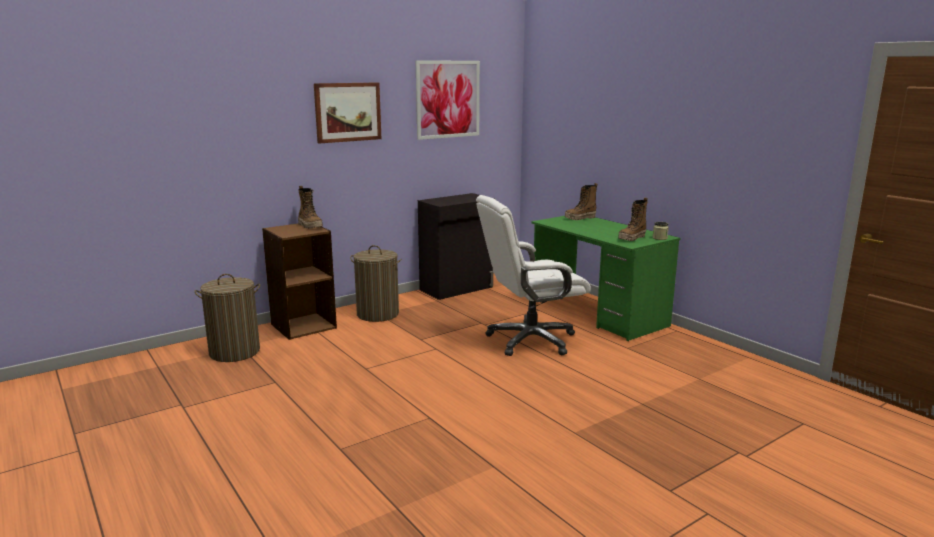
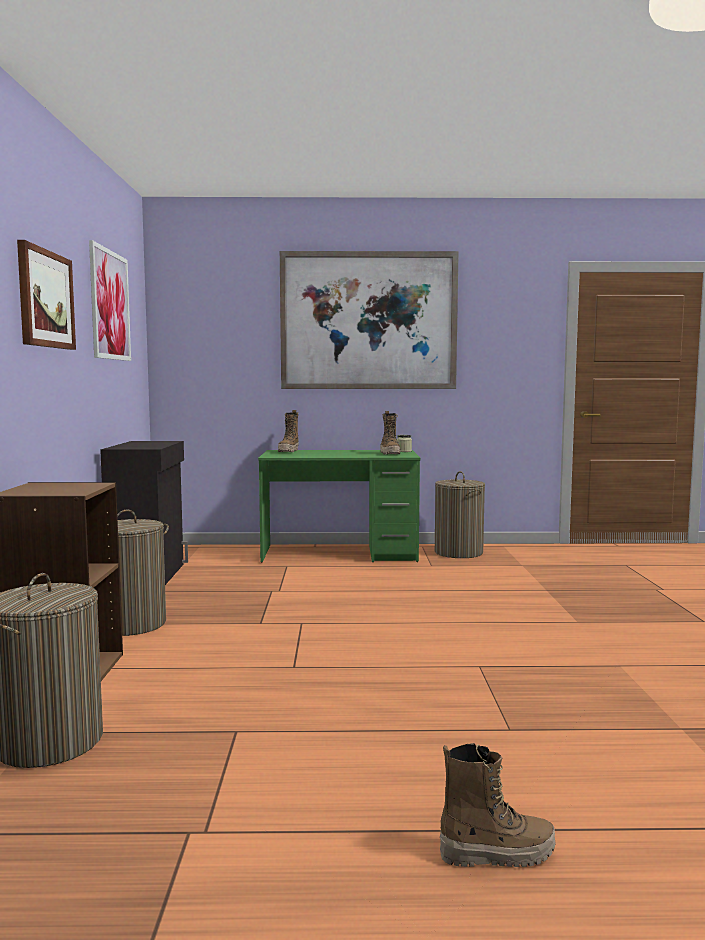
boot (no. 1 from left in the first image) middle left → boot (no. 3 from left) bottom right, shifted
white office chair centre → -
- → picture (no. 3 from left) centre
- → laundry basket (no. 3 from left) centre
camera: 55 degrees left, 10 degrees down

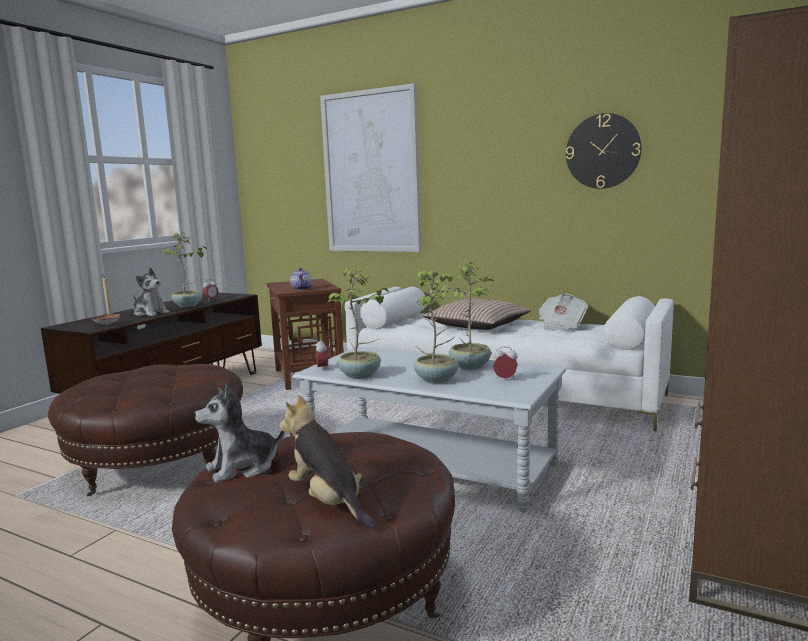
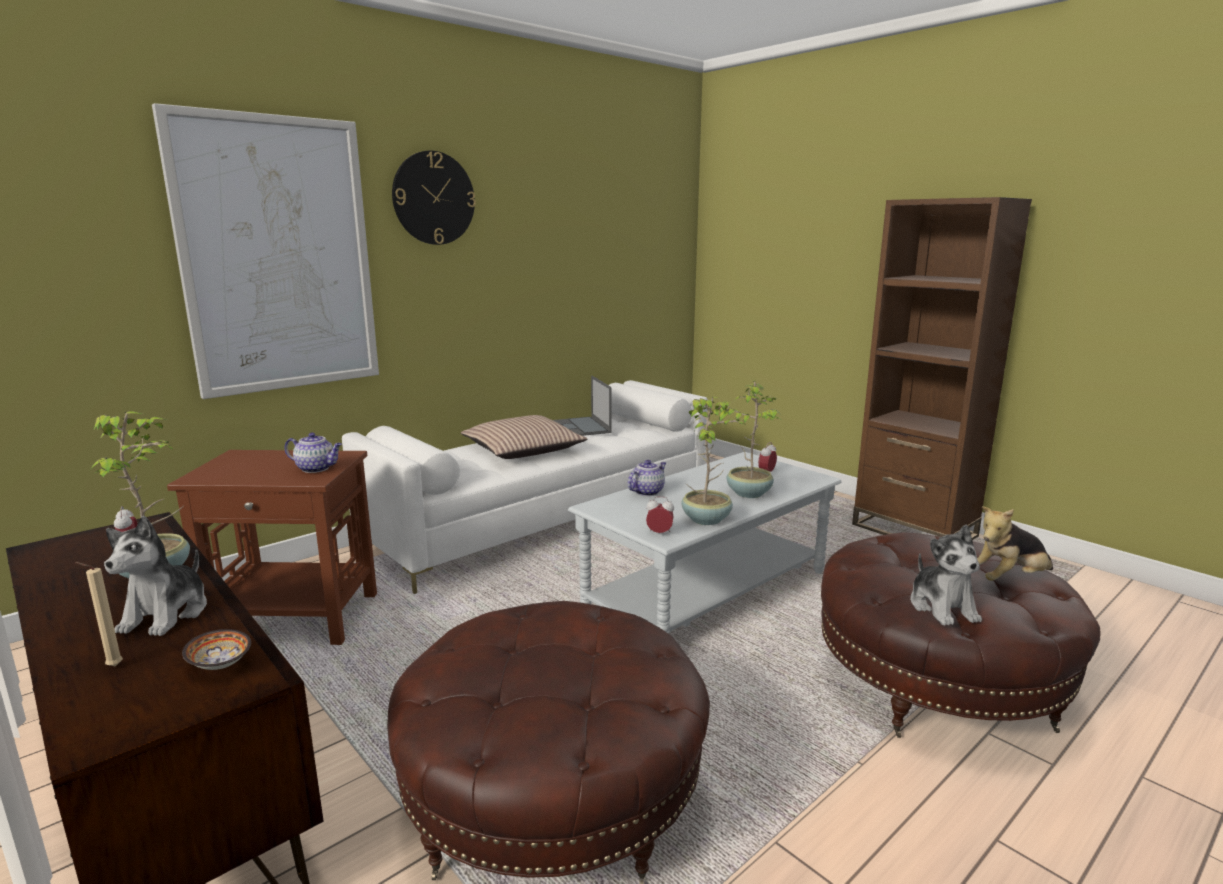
wall clock top right → wall clock top centre, shifted
potted plant (no. 4 from left) centre → -
plush toy (no. 1 from left) middle left, 135 degrees clockwise
newspaper middle right → laptop centre
- → teapot (no. 2 from left) centre
camera: 70 degrees left, 5 degrees up

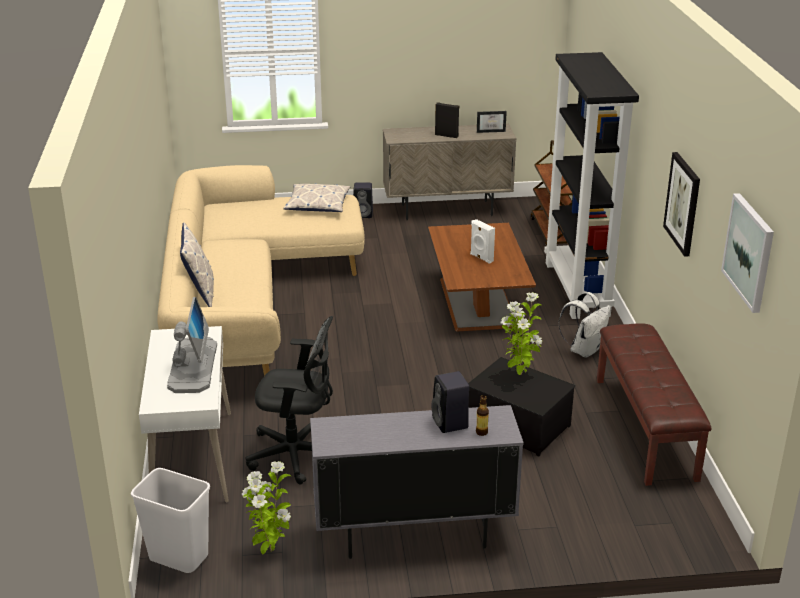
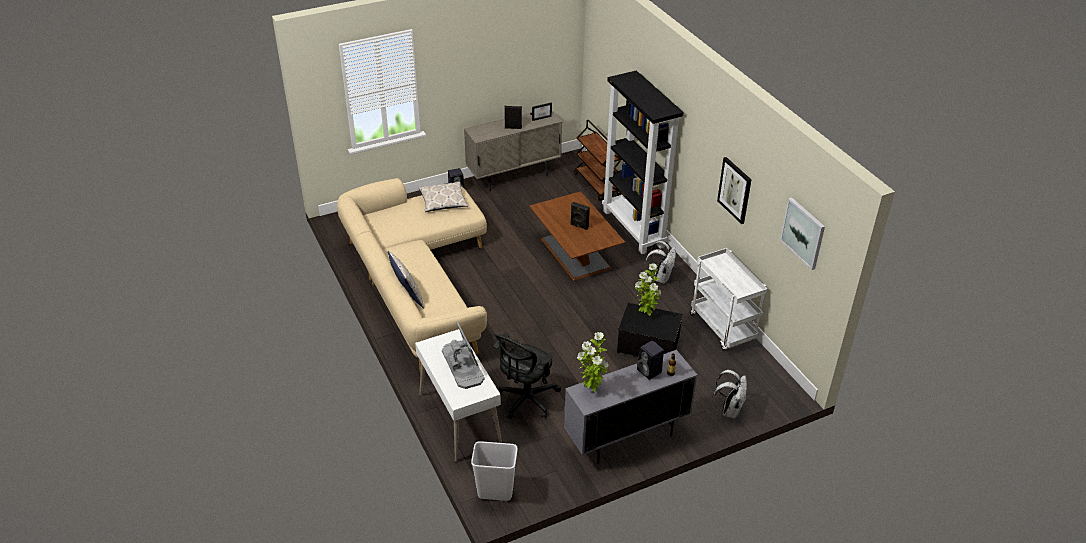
white speaker centre → black speaker (no. 3 from left) centre
black office chair bottom centre, 135 degrees clockwise
brown bench bottom right → white cart middle right
potted plant (no. 1 from left) bottom left → potted plant (no. 1 from left) bottom centre, shifted
- → white backpack (no. 2 from left) bottom right
camera: 20 degrees left, 10 degrees up

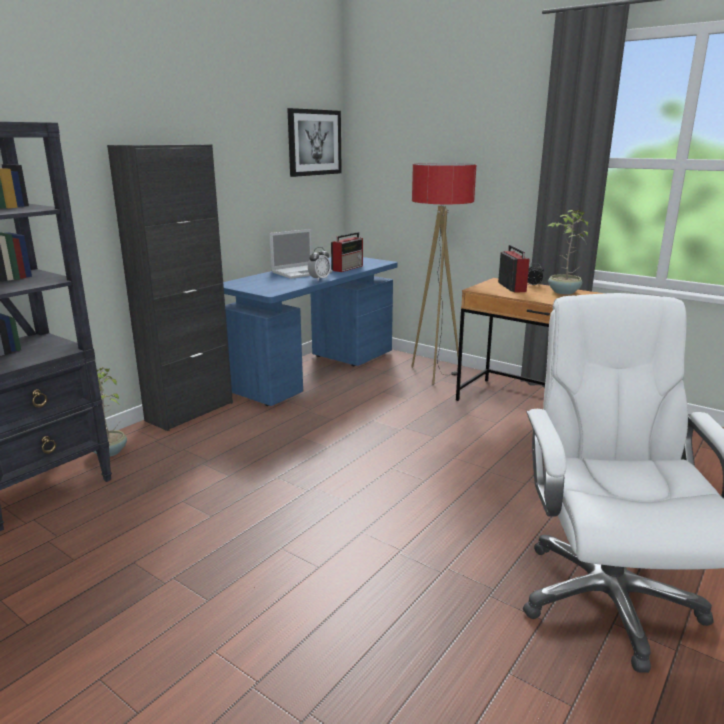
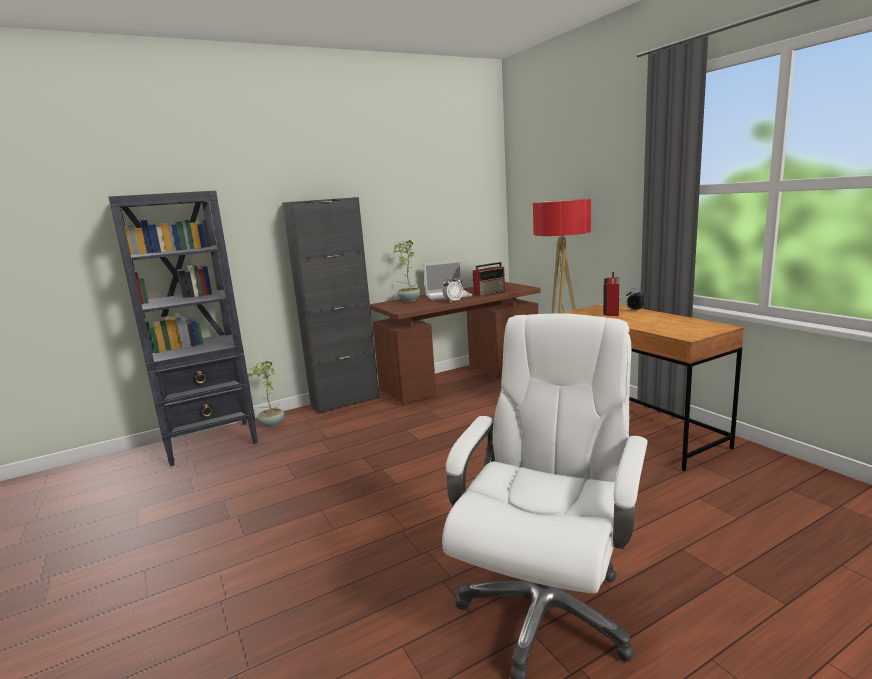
picture top centre → -
potted plant (no. 2 from left) middle right → potted plant (no. 2 from left) centre, shifted
blue desk centre → brown desk (no. 1 from left) centre
camera: 25 degrees right, 5 degrees down

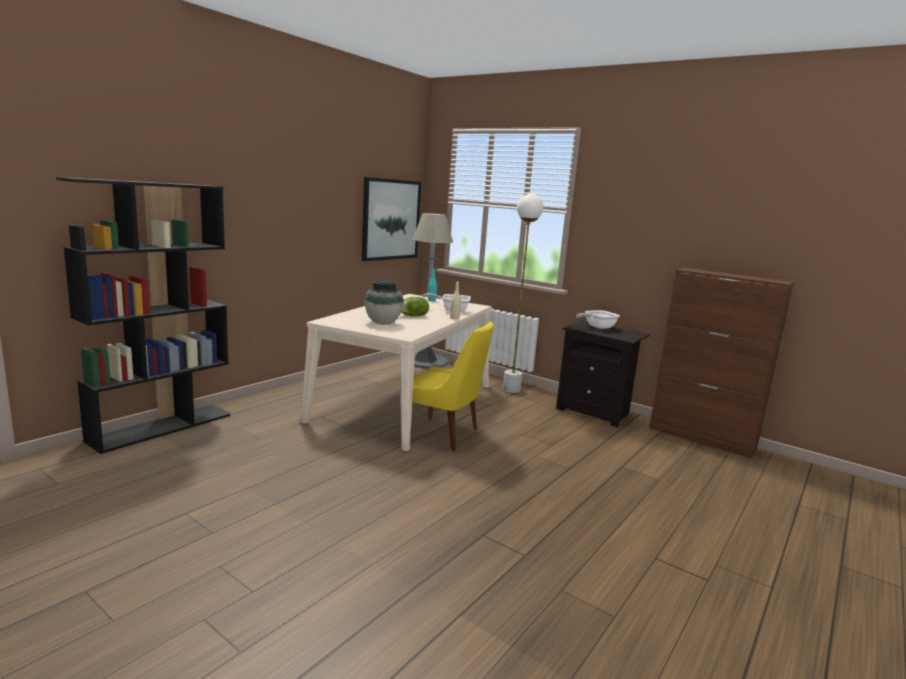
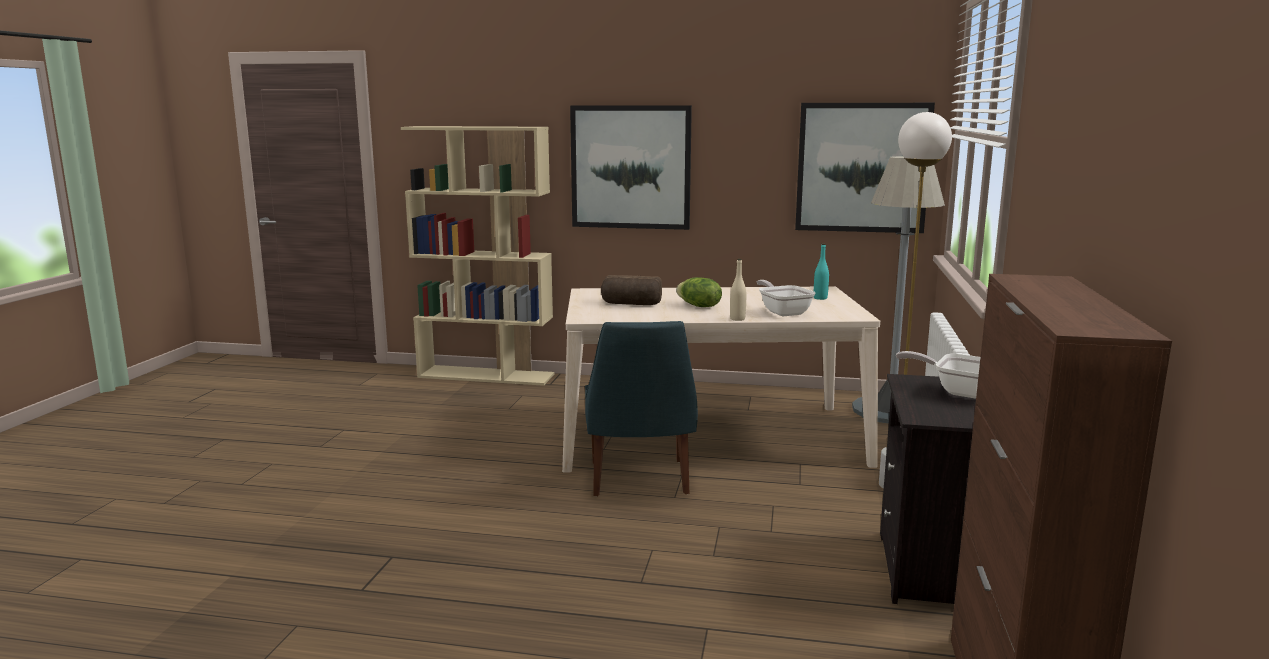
black bookcase middle left → beige bookcase centre
vase centre → bread centre
yellow chair centre → blue chair centre
- → picture (no. 1 from left) top centre
camera: 65 degrees right, 0 degrees up

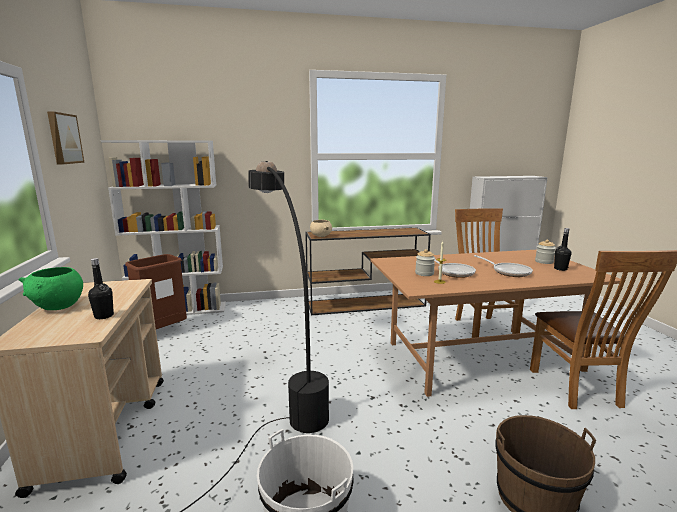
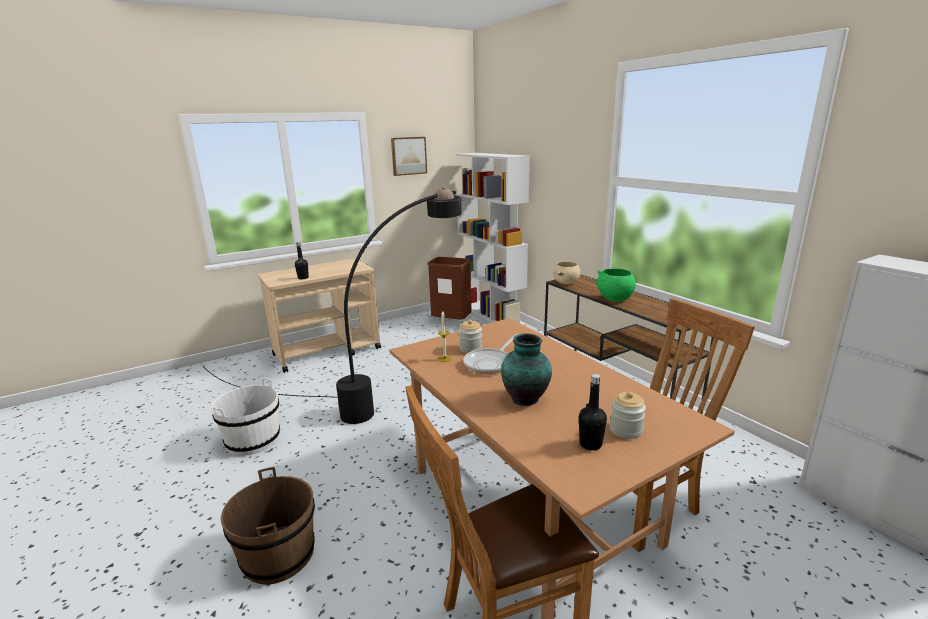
frying pan (no. 2 from left) middle right → vase centre
green bowl middle left → green bowl centre, shifted
camera: 70 degrees right, 5 degrees up

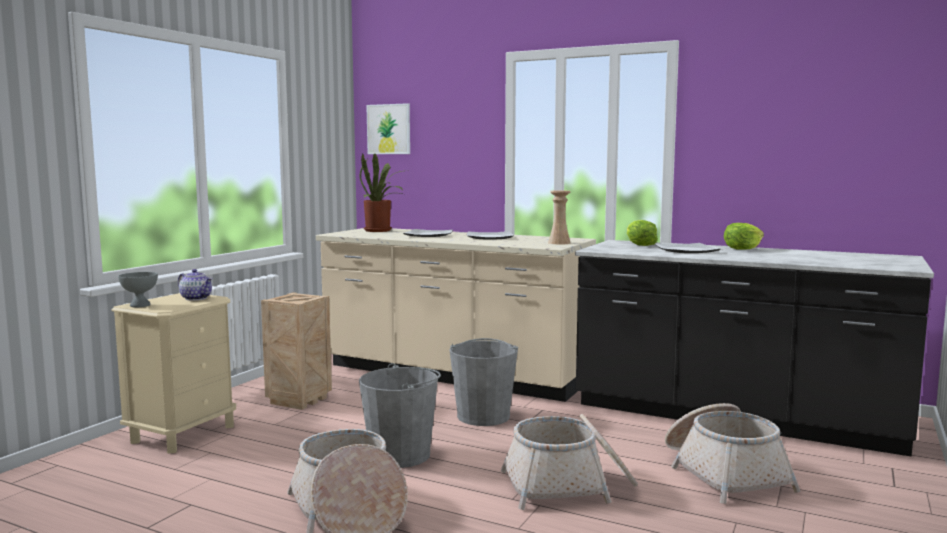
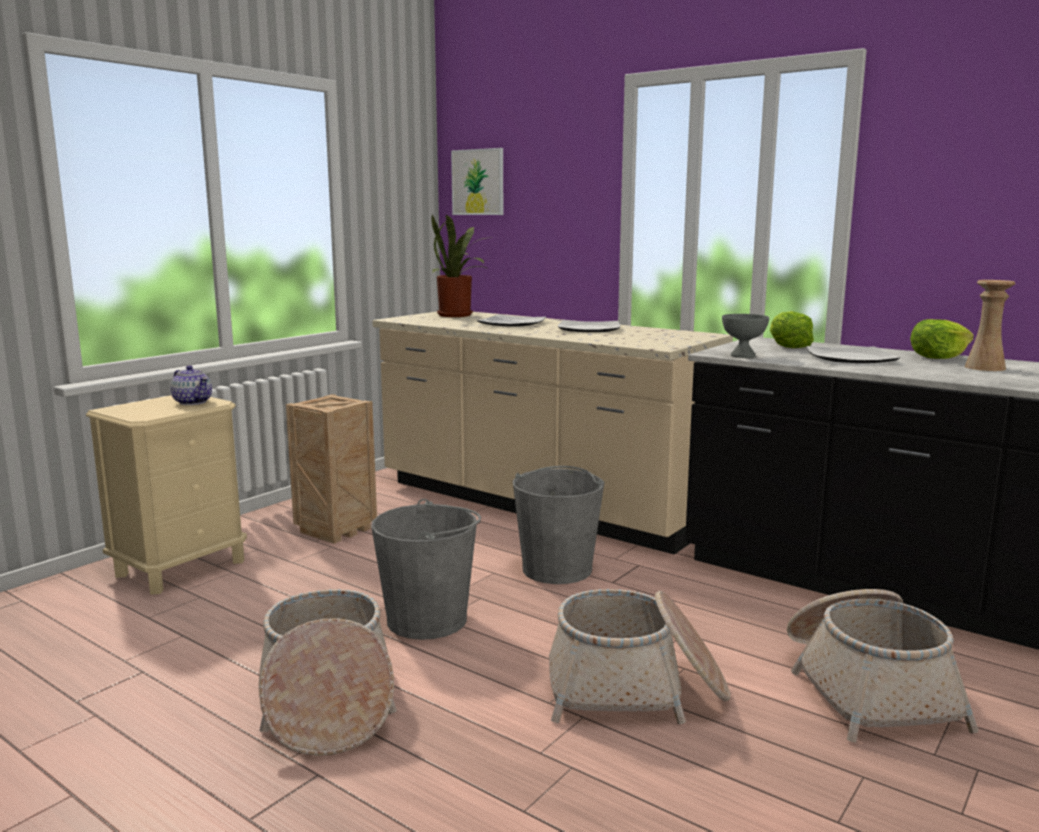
beige vase centre → beige vase middle right, shifted
grey bowl middle left → grey bowl middle right, shifted
camera: 10 degrees right, 5 degrees up

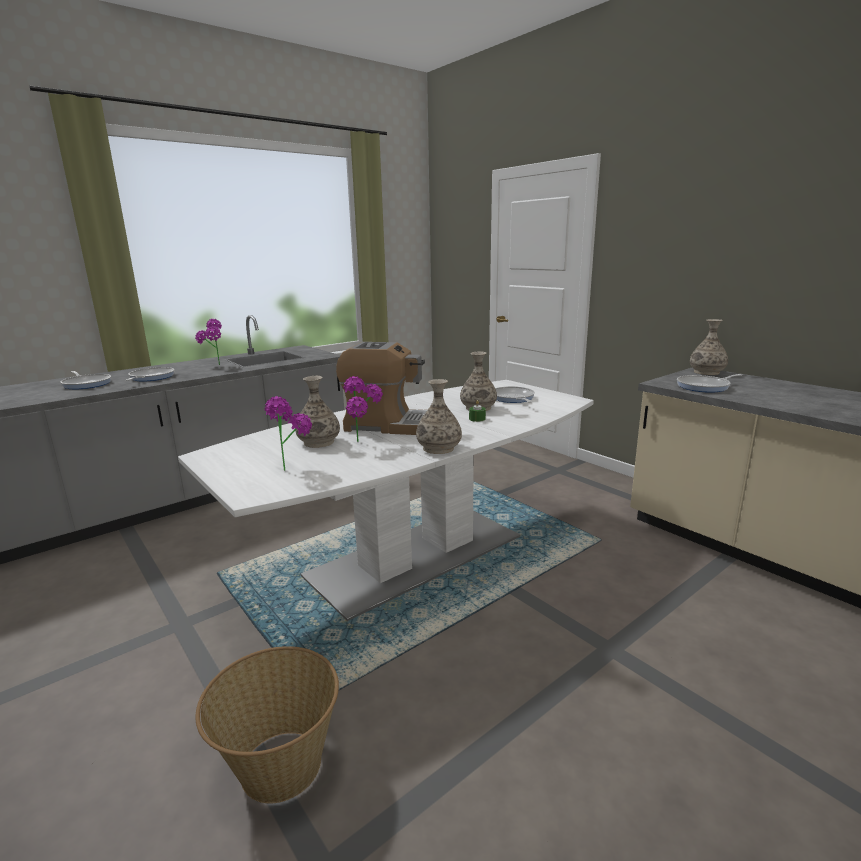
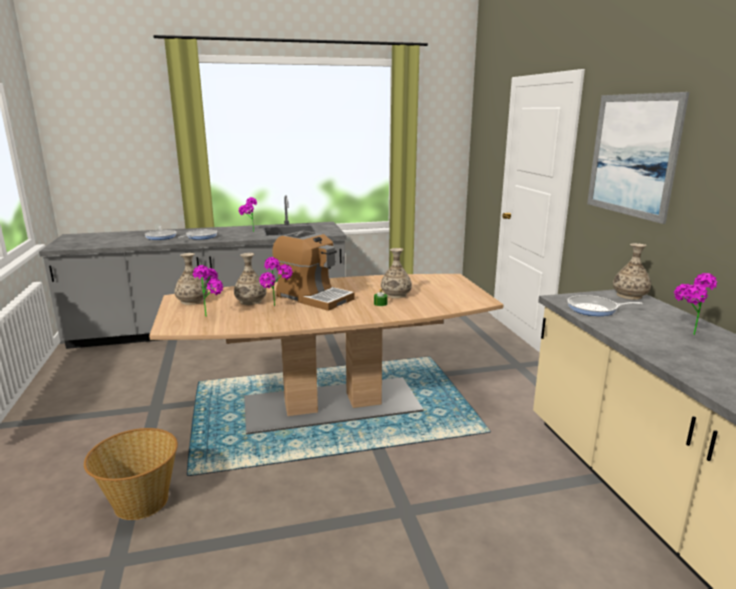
vase (no. 2 from left in the first image) centre → vase (no. 1 from left) middle left, shifted
white dining table centre → brown dining table centre
frying pan (no. 3 from left) centre → -
- → picture top right
- → potted plant (no. 4 from left) middle right
camera: 25 degrees right, 0 degrees up

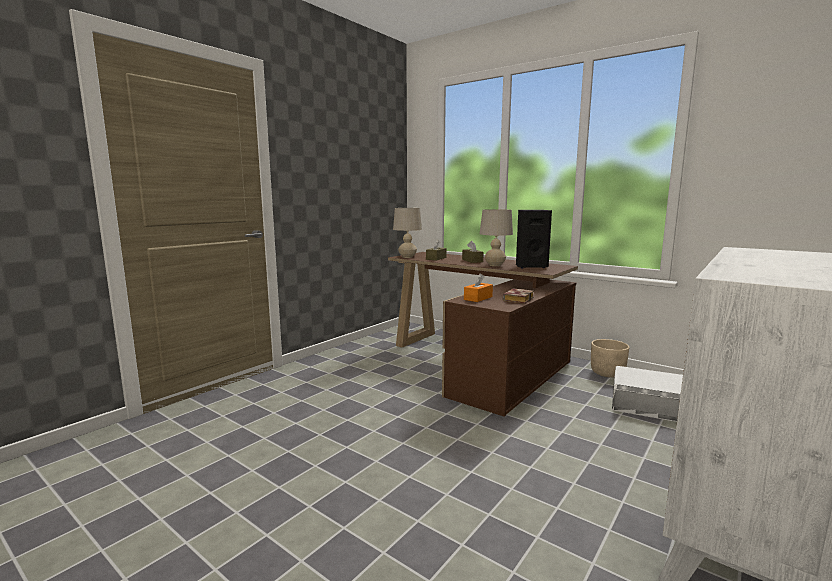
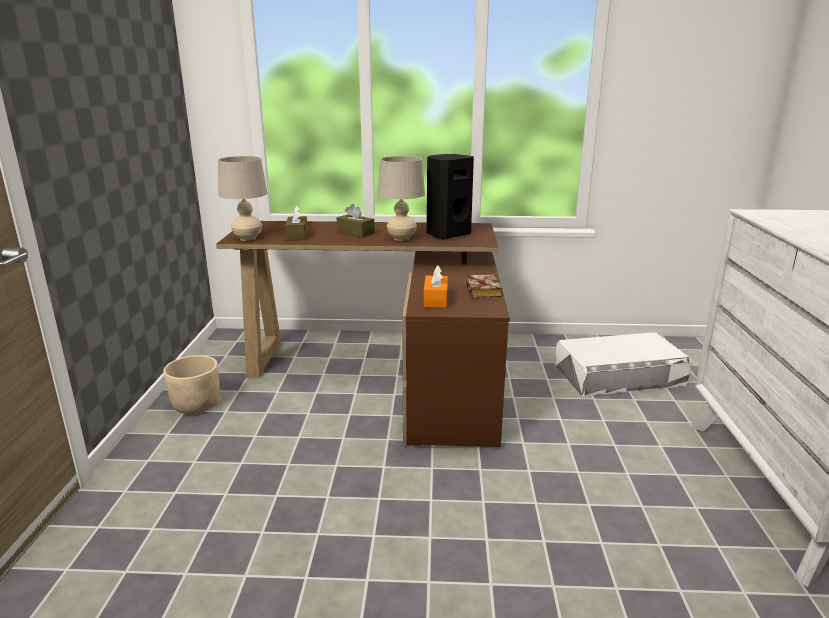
beige planter middle right → beige planter middle left, shifted
camera: 35 degrees left, 10 degrees up

